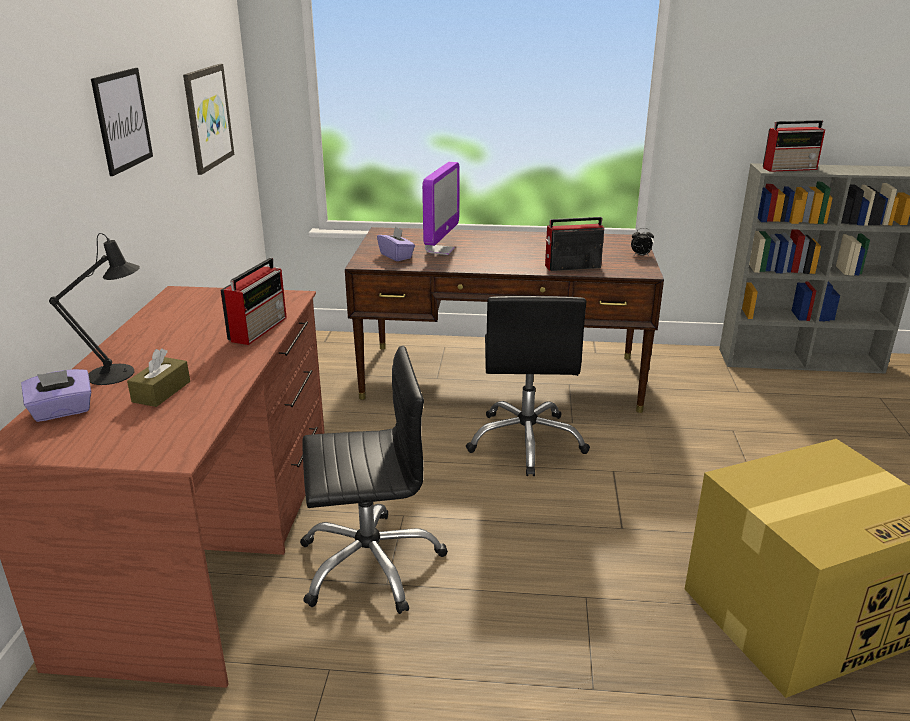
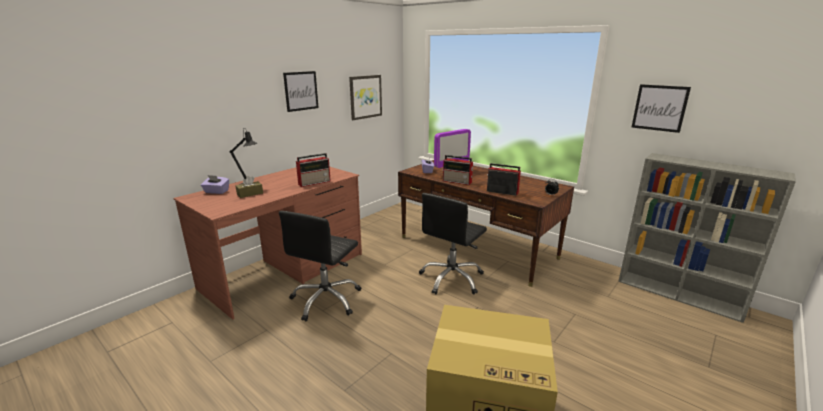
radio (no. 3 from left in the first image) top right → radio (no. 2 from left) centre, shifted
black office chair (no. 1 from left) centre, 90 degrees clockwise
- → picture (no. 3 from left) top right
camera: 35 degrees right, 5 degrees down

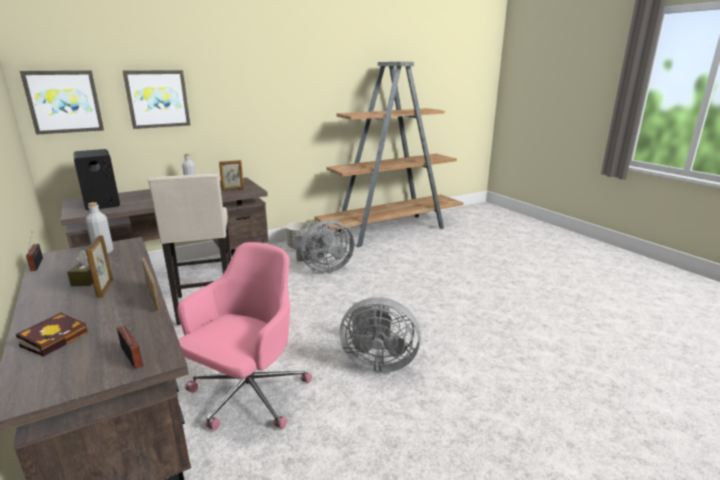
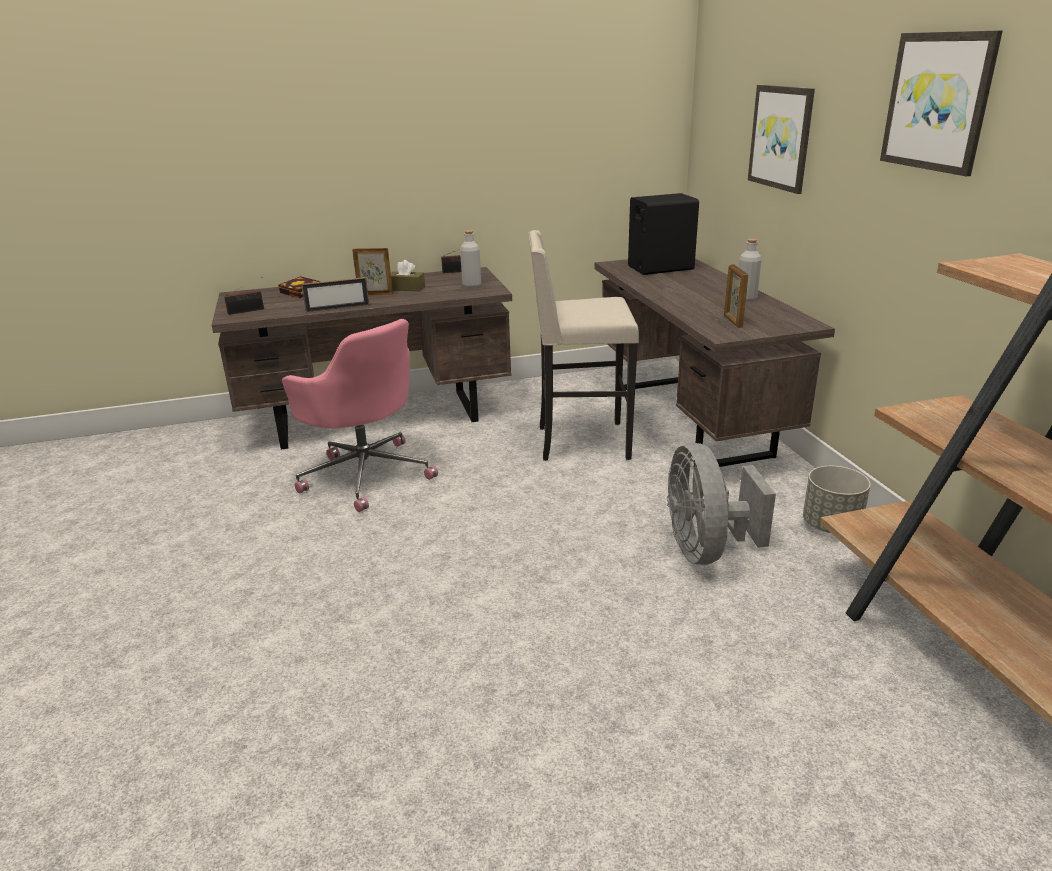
picture (no. 1 from left in the first image) top left → picture (no. 2 from left) top right, shifted
grey fan (no. 2 from left) bottom centre → -
camera: 105 degrees right, 5 degrees up

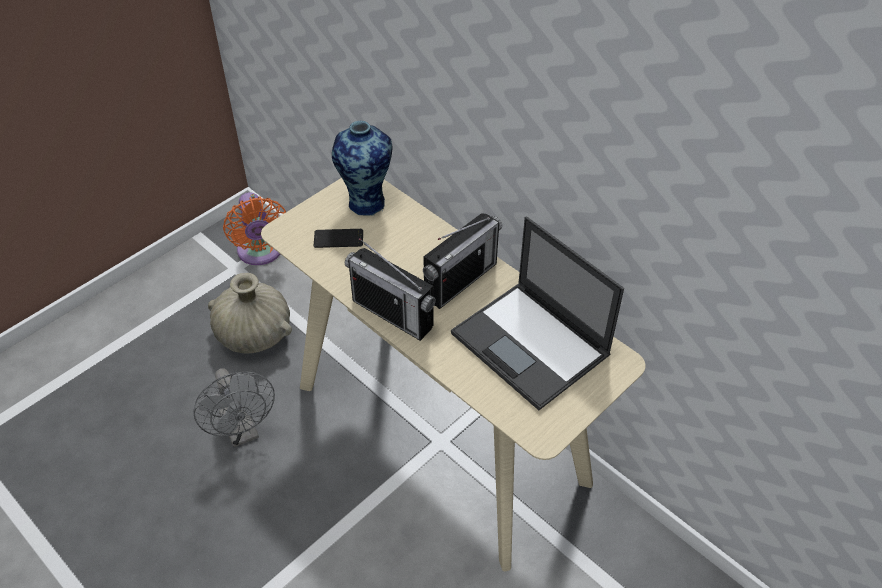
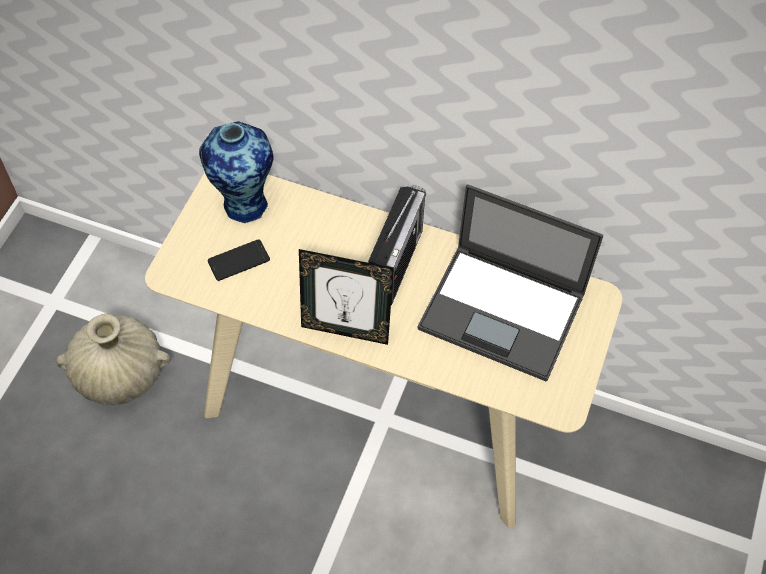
orange fan middle left → -
radio (no. 1 from left) centre → picture frame centre
grey fan bottom left → -
camera: 25 degrees left, 10 degrees up

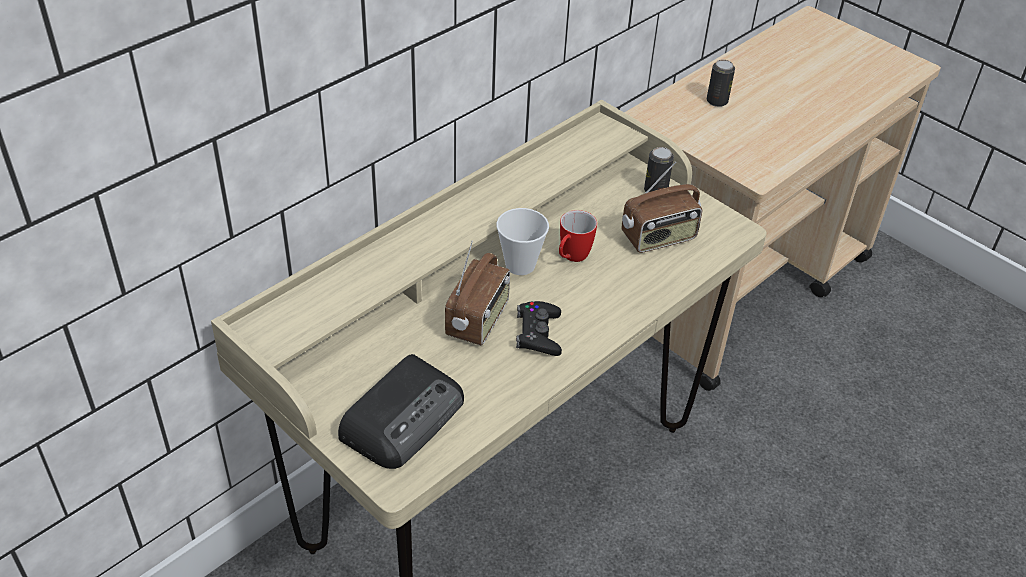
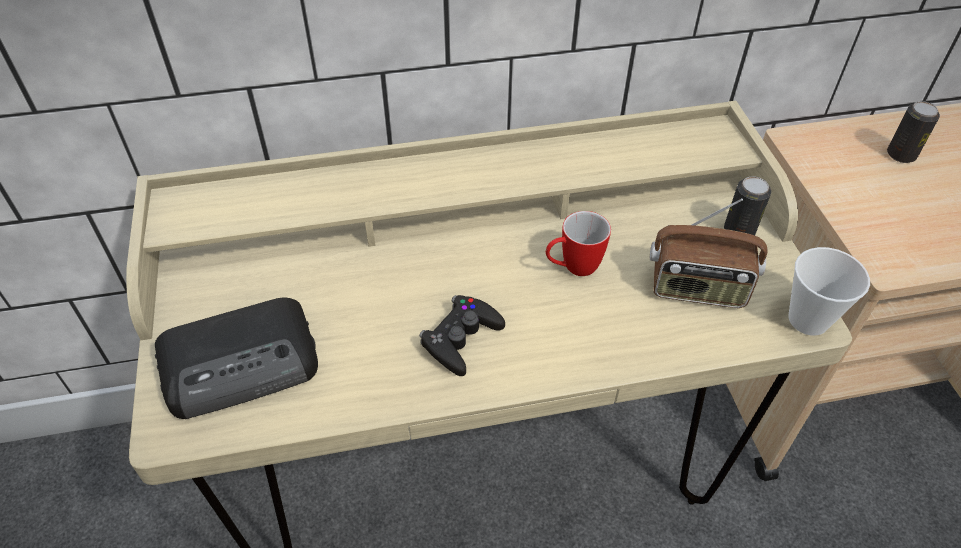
cup centre → cup middle right, shifted
radio (no. 2 from left) centre → -
camera: 35 degrees right, 5 degrees up

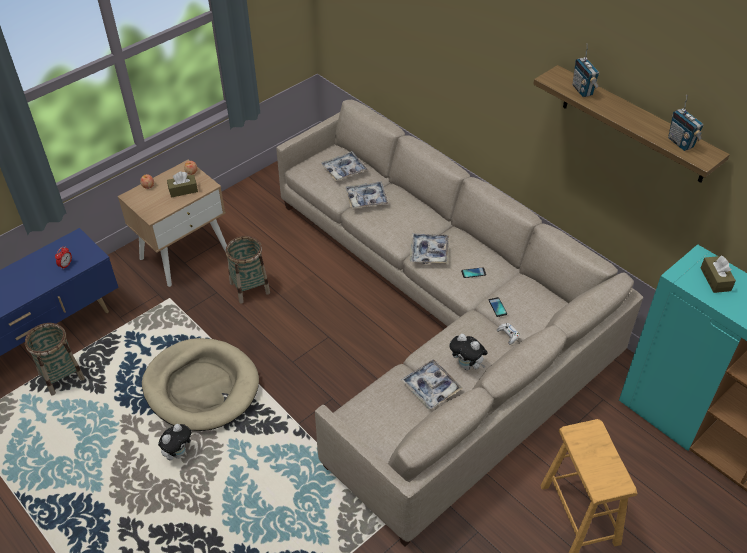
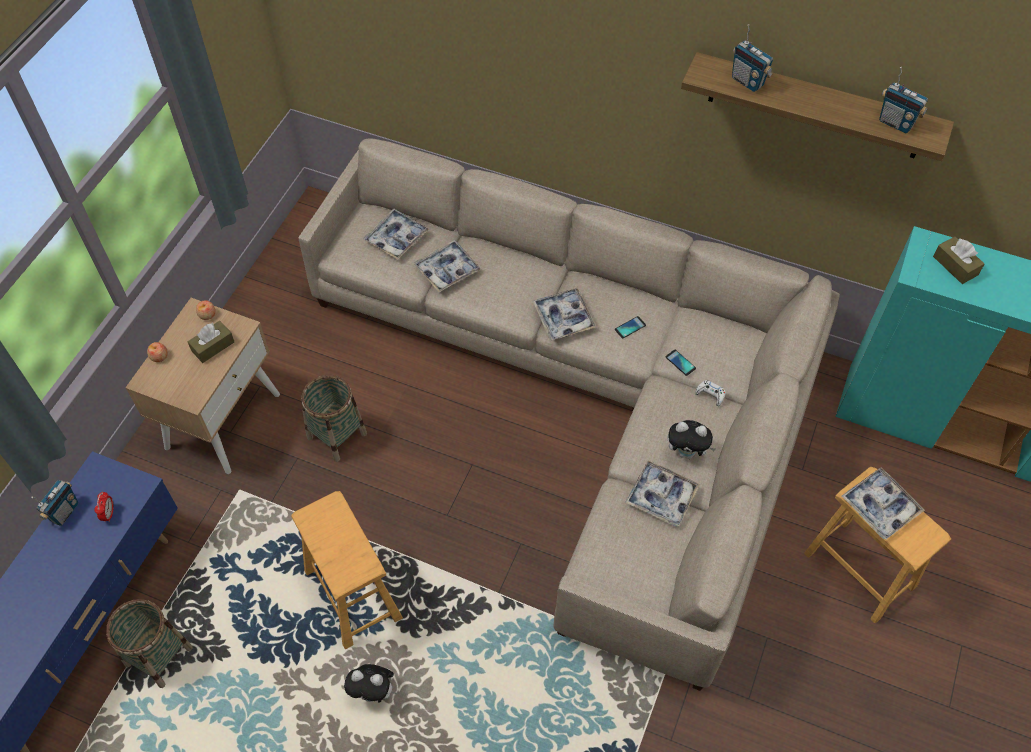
beige dog bed bottom left → brown stool (no. 1 from left) bottom centre
plush toy (no. 1 from left) bottom left → plush toy (no. 1 from left) bottom centre, 90 degrees clockwise
- → tray (no. 5 from left) bottom right
- → radio (no. 1 from left) bottom left
camera: 25 degrees left, 10 degrees up

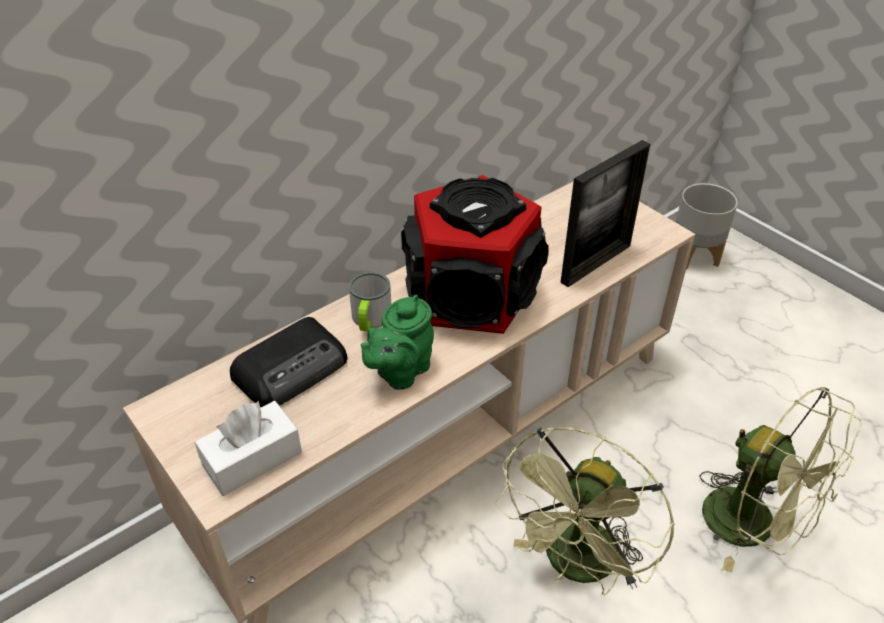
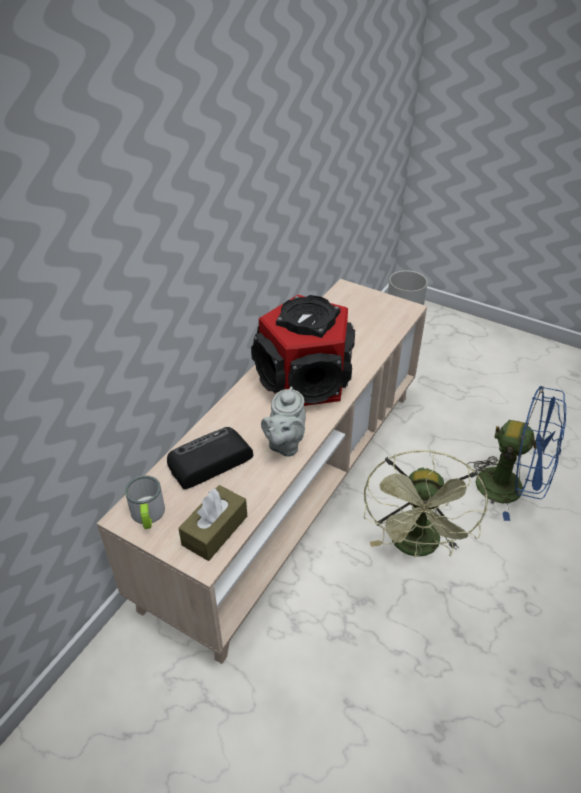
picture frame middle right → -
mug centre → mug middle left, shifted
green teapot centre → grey teapot centre
radio middle left → radio centre, 150 degrees counterclockwise
green fan (no. 2 from left) bottom right → blue fan middle right
white tissue box bottom left → brown tissue box centre
camera: 20 degrees left, 0 degrees up

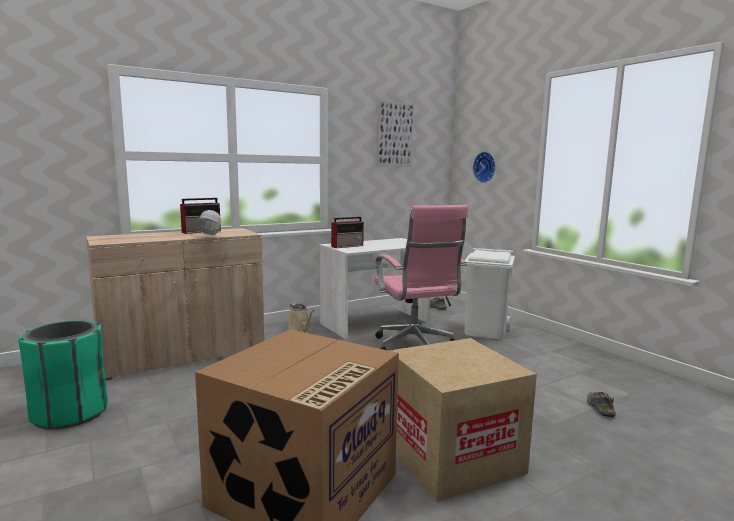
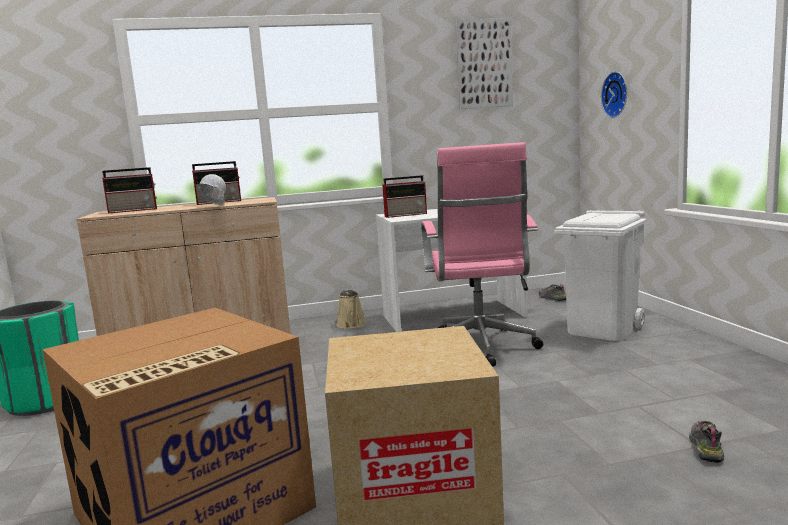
- → radio (no. 1 from left) middle left
camera: 20 degrees right, 0 degrees up

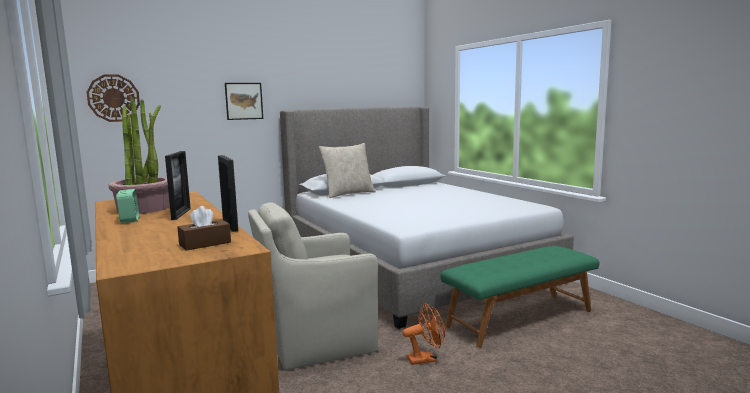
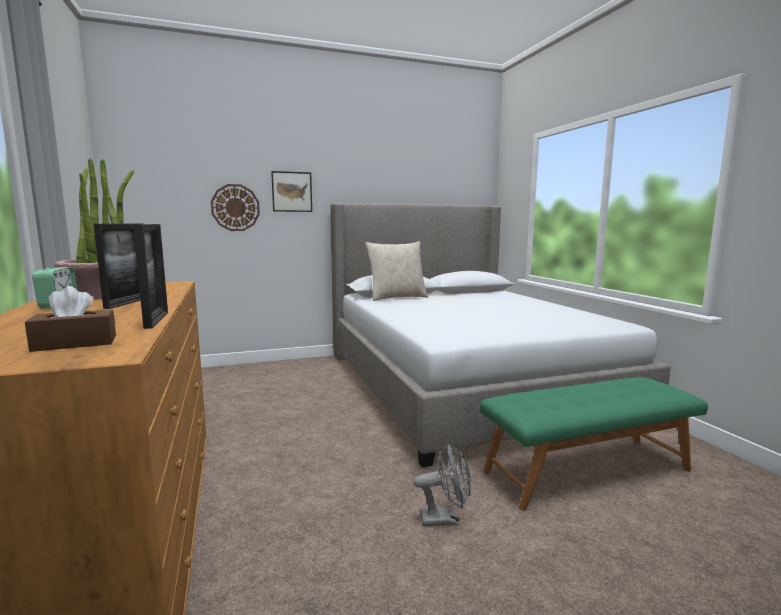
wall clock top left → wall clock middle left, shifted
beige armchair bottom centre → -
orange fan bottom centre → grey fan bottom centre
camera: 10 degrees right, 0 degrees up

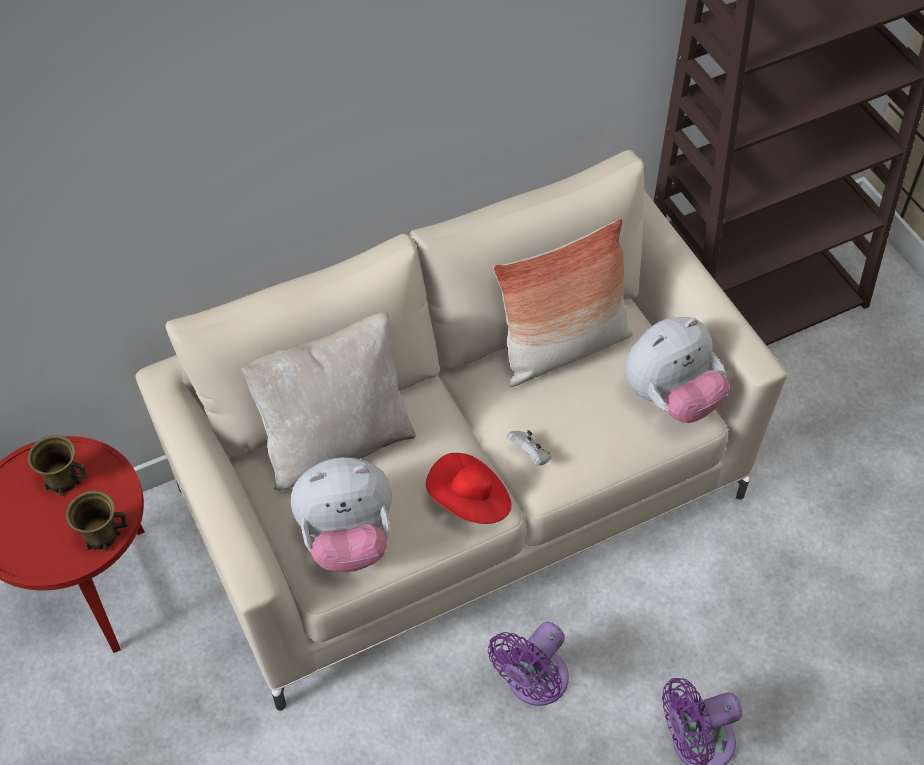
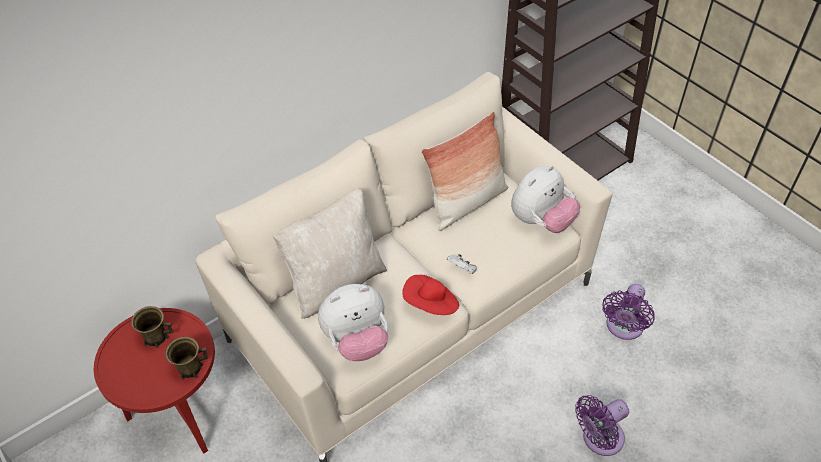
purple fan (no. 1 from left in the first image) bottom centre → purple fan (no. 2 from left) bottom right, shifted
camera: 10 degrees left, 5 degrees down

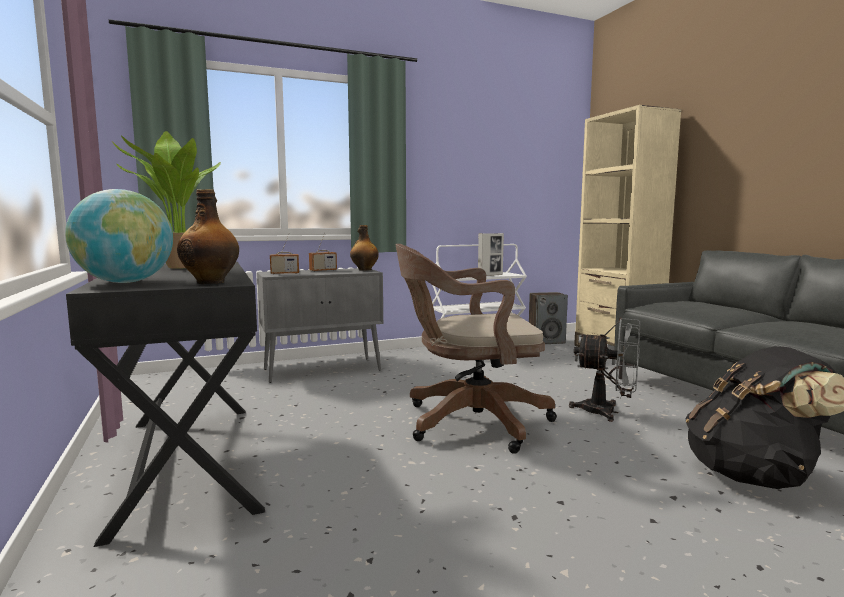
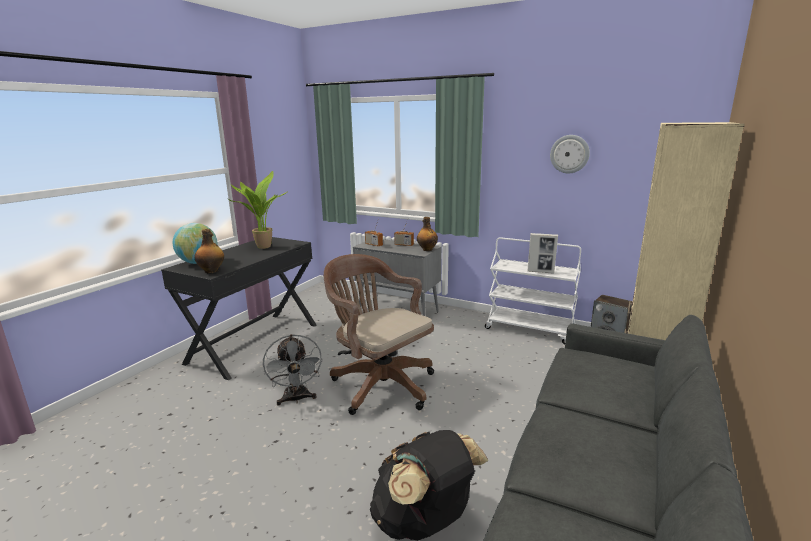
grey fan middle right → grey fan bottom centre, shifted
- → wall clock top right
camera: 50 degrees right, 10 degrees up

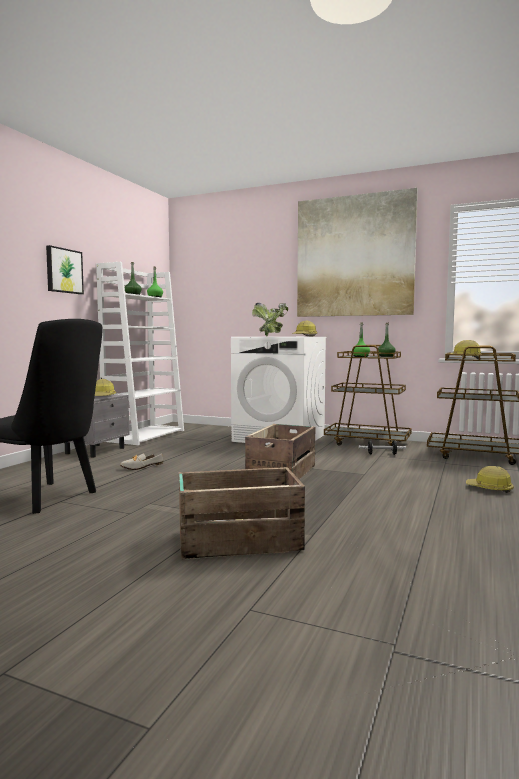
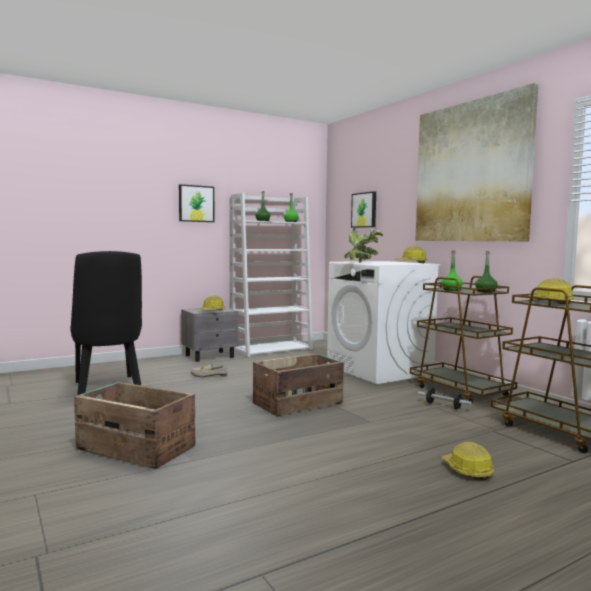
- → picture (no. 2 from left) centre
camera: 35 degrees right, 0 degrees up

